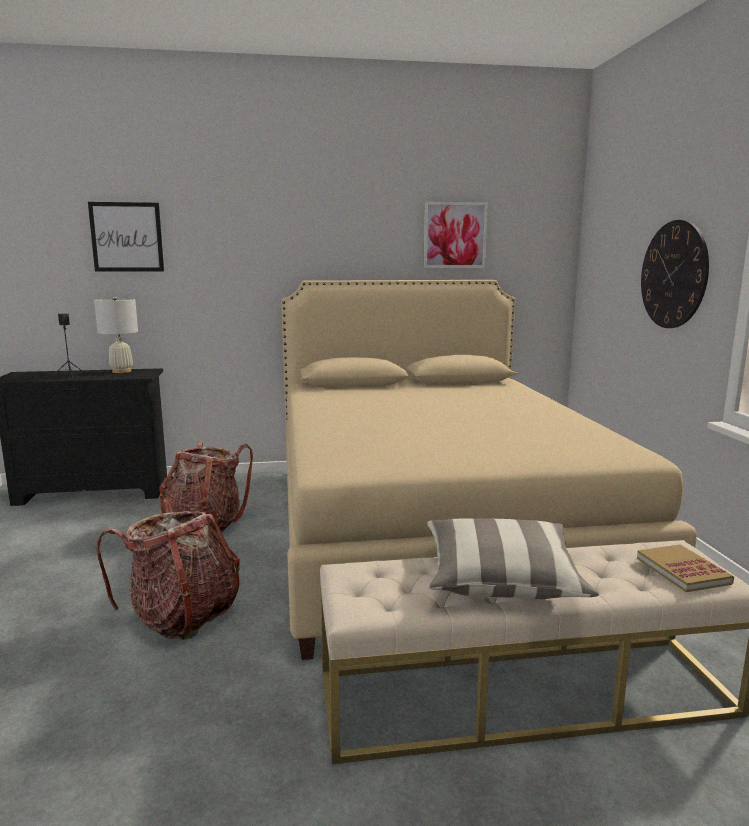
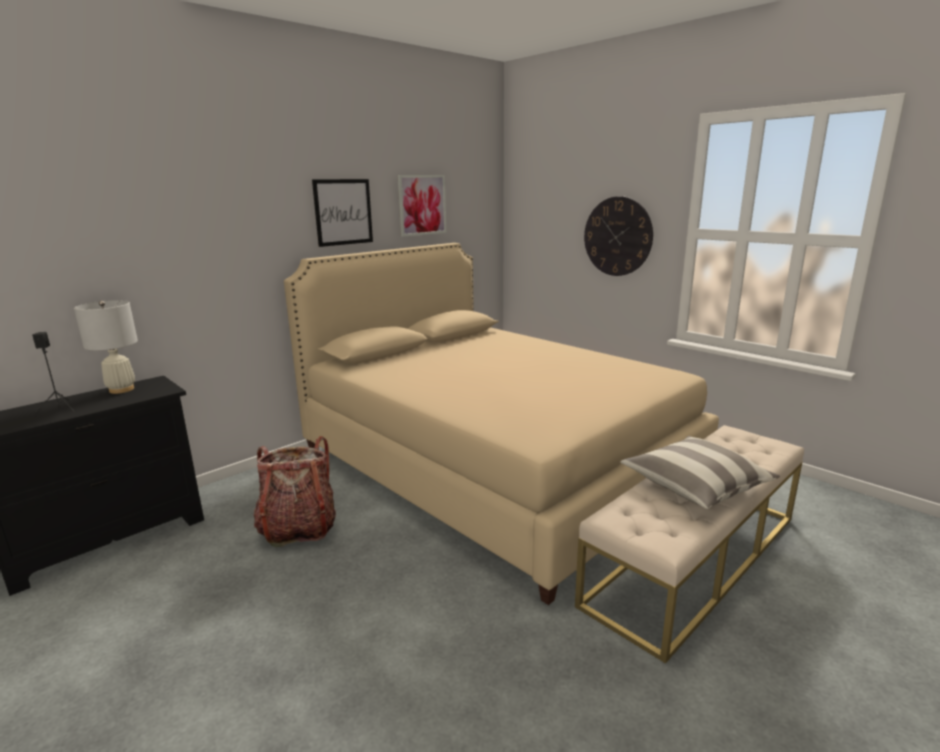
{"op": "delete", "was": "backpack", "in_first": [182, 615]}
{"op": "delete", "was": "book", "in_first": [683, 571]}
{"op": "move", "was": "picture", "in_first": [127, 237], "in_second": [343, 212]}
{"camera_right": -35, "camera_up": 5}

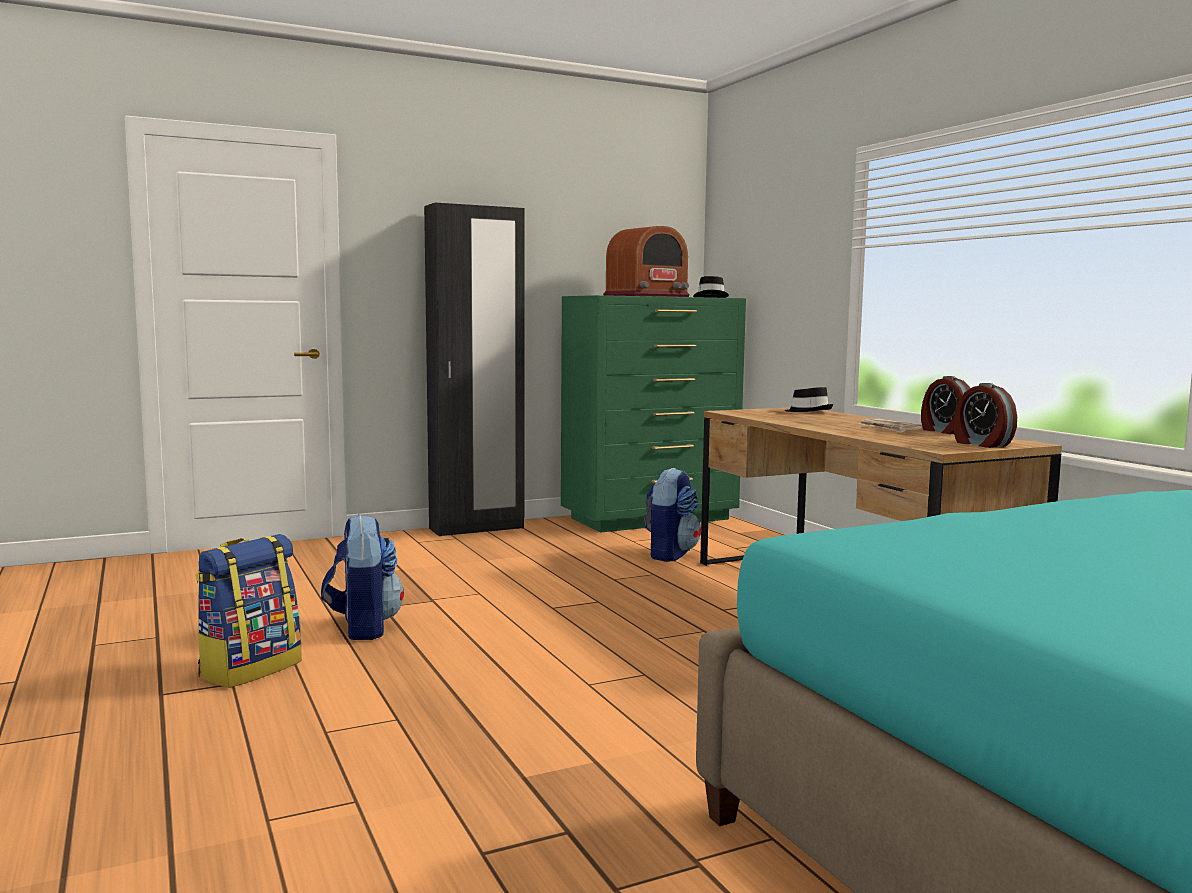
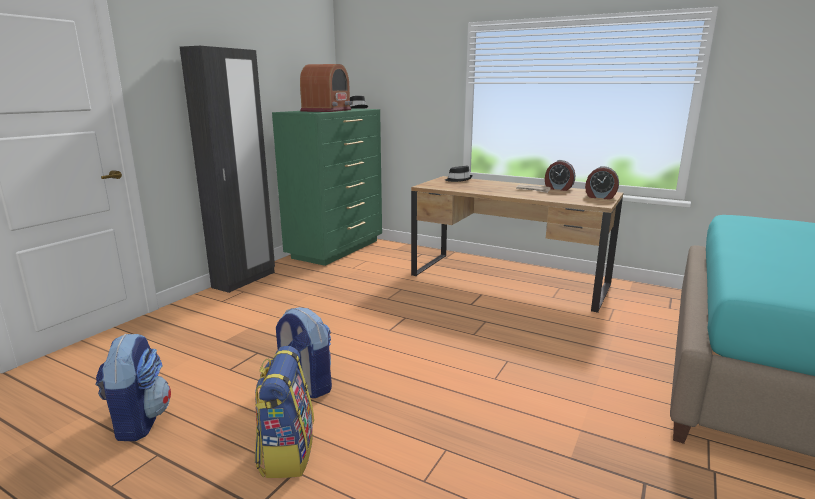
{"op": "move", "was": "backpack", "in_first": [670, 554], "in_second": [139, 421]}
{"camera_right": -35, "camera_up": 10}

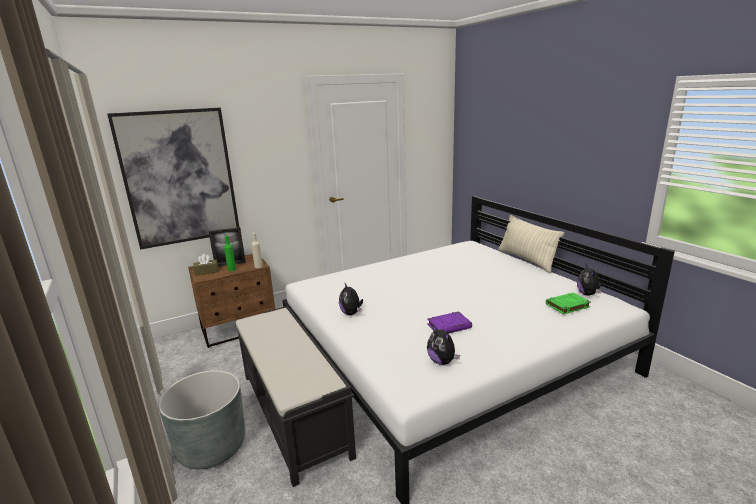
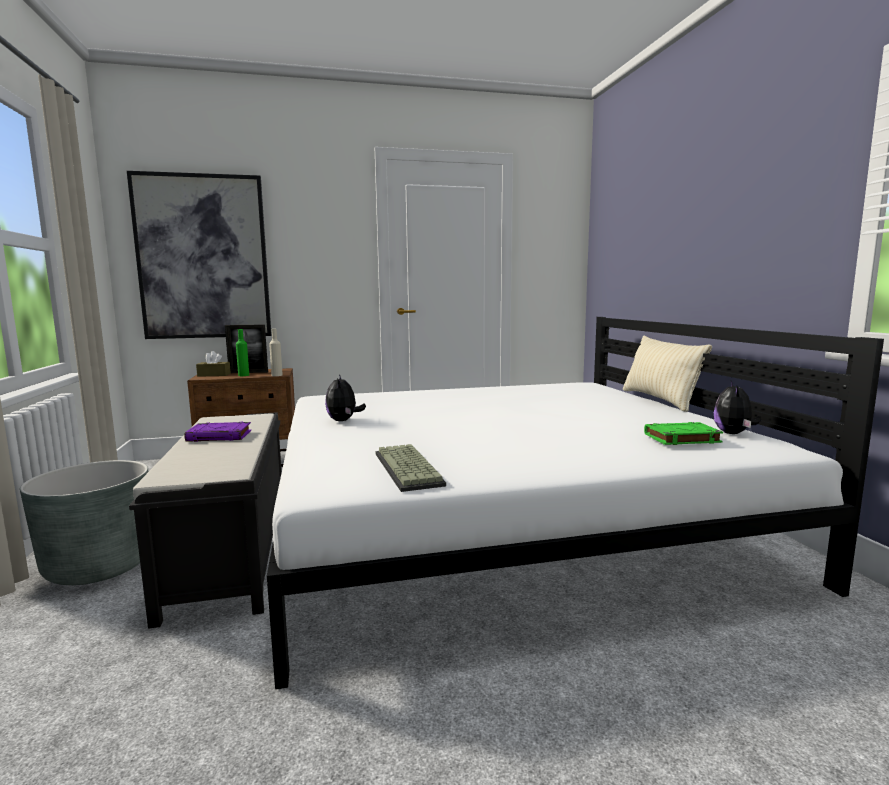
{"op": "move", "was": "book/purple", "in_first": [449, 326], "in_second": [220, 436]}
{"op": "replace", "was": "plush toy", "now": "keyboard", "in_first": [442, 361], "in_second": [410, 469]}
{"camera_right": 15, "camera_up": -10}

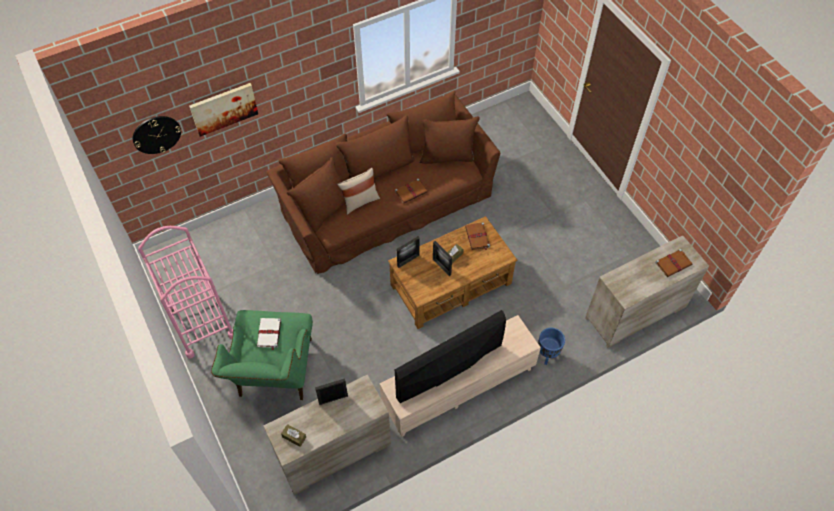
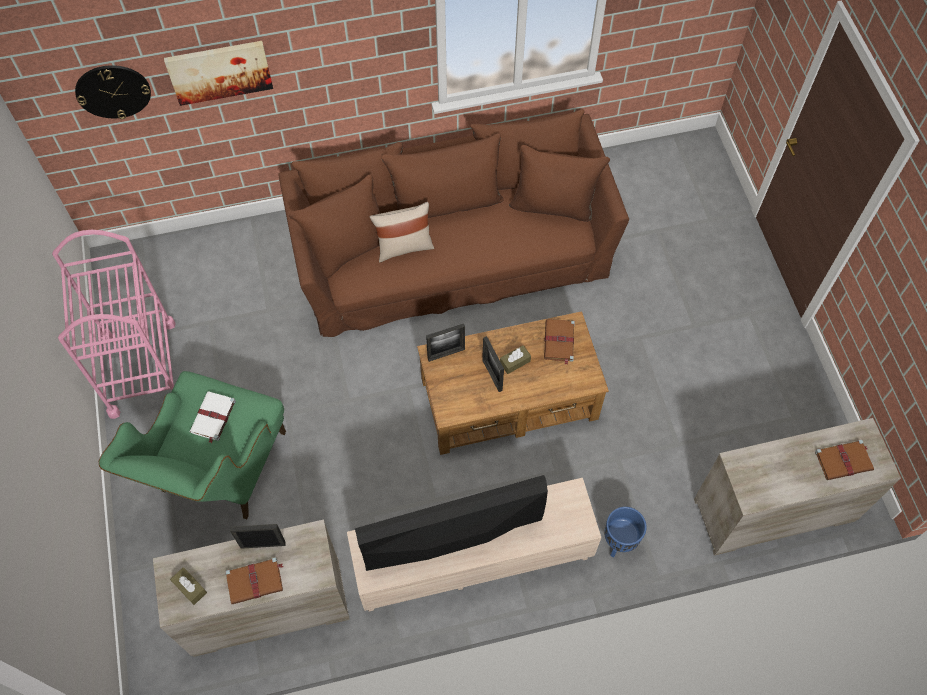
{"op": "move", "was": "book/brown", "in_first": [411, 191], "in_second": [255, 581]}
{"camera_right": 15, "camera_up": 5}

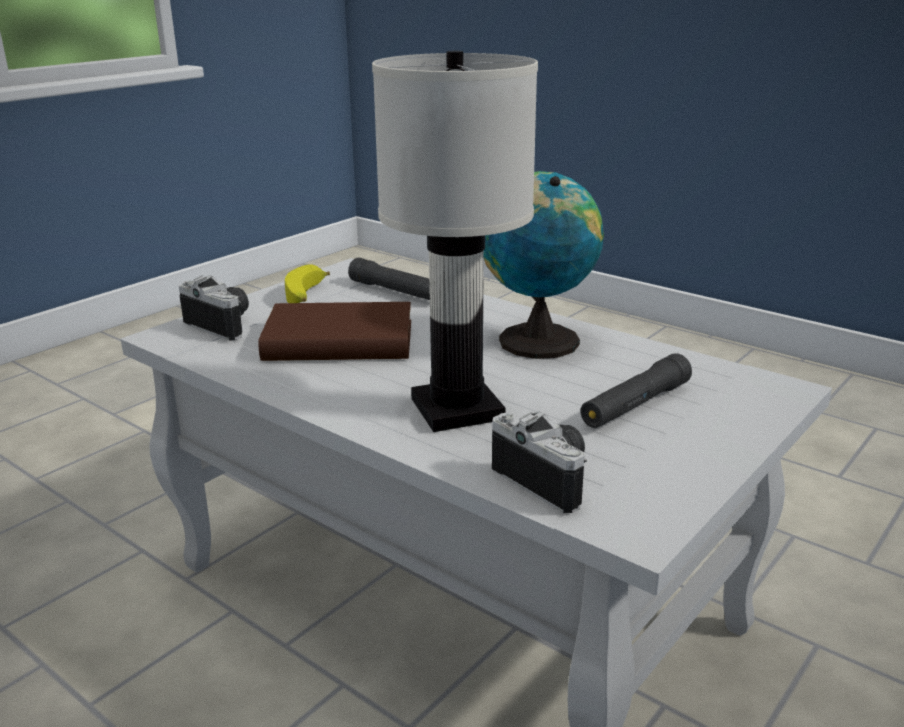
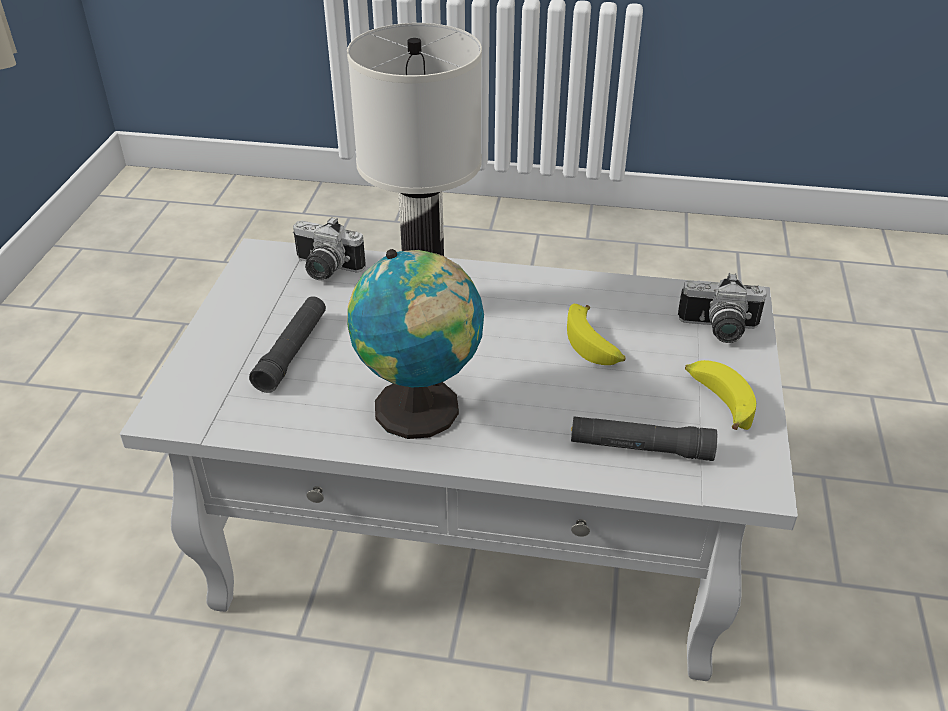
{"op": "replace", "was": "book/brown", "now": "banana", "in_first": [339, 341], "in_second": [594, 345]}
{"camera_right": 150, "camera_up": 15}

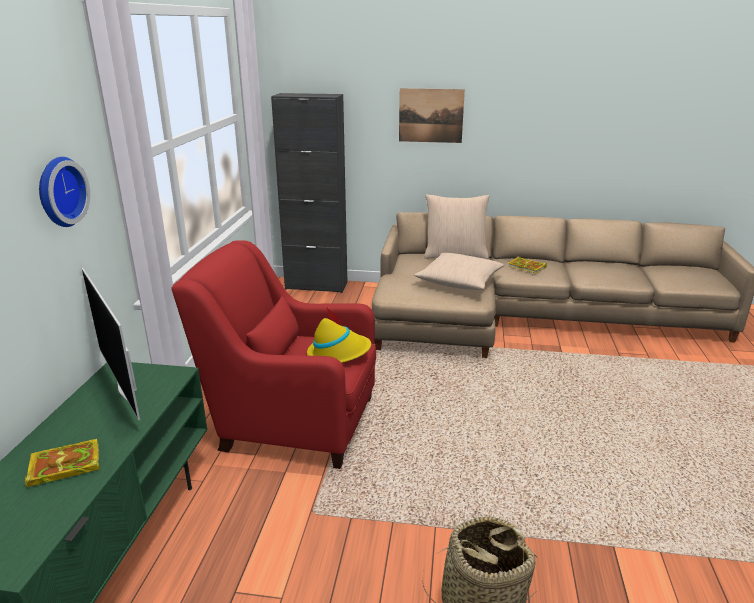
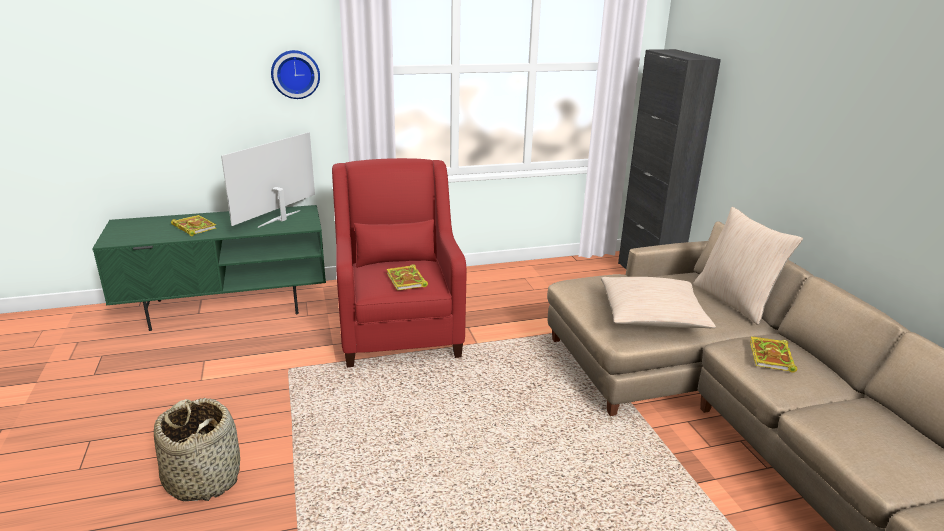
{"op": "delete", "was": "picture", "in_first": [431, 115]}
{"op": "replace", "was": "hat/yellow", "now": "book", "in_first": [338, 353], "in_second": [407, 280]}
{"camera_right": 65, "camera_up": 0}

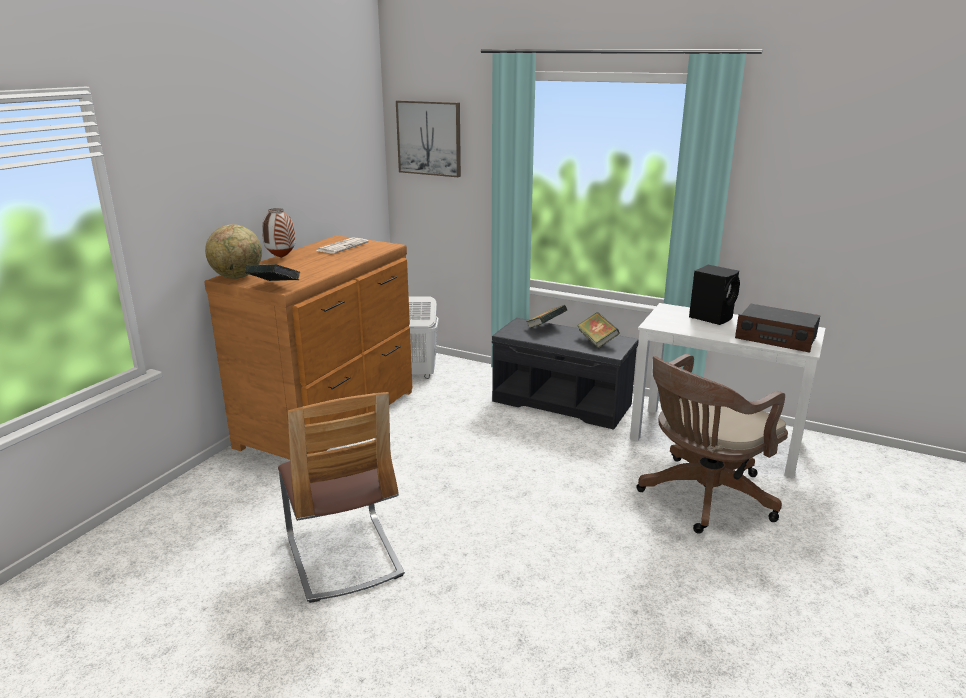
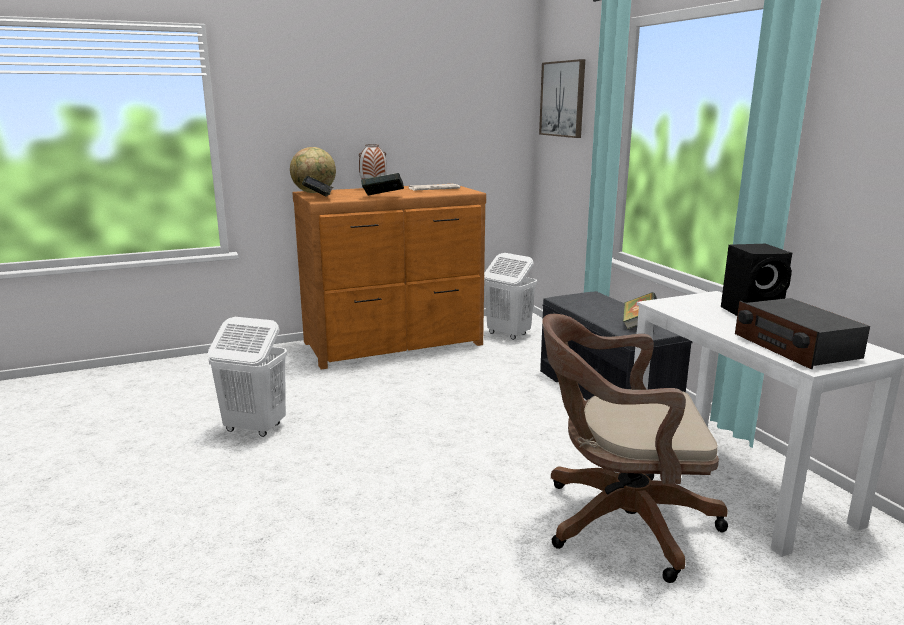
{"op": "move", "was": "book", "in_first": [546, 327], "in_second": [383, 197]}
{"op": "replace", "was": "chair", "now": "laundry basket/white", "in_first": [343, 556], "in_second": [254, 428]}
{"camera_right": 40, "camera_up": -5}

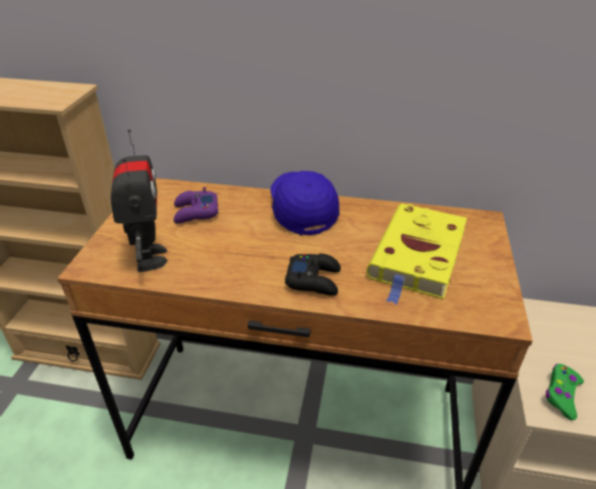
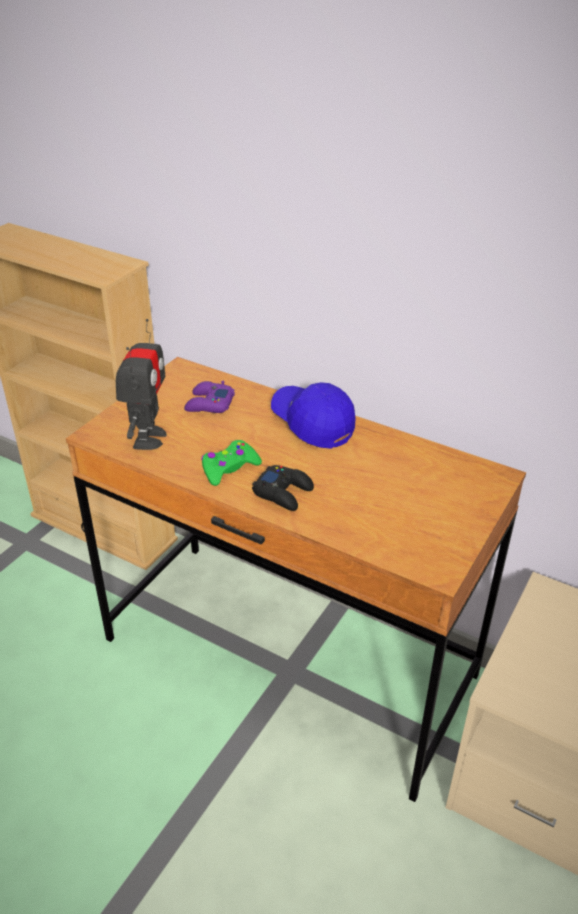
{"op": "delete", "was": "book/yellow", "in_first": [417, 257]}
{"op": "move", "was": "game controller/green", "in_first": [562, 394], "in_second": [229, 468]}
{"op": "rotate", "was": "cap/blue", "in_first": [302, 210], "in_second": [312, 424], "clockwise": -45}
{"camera_right": 20, "camera_up": 0}

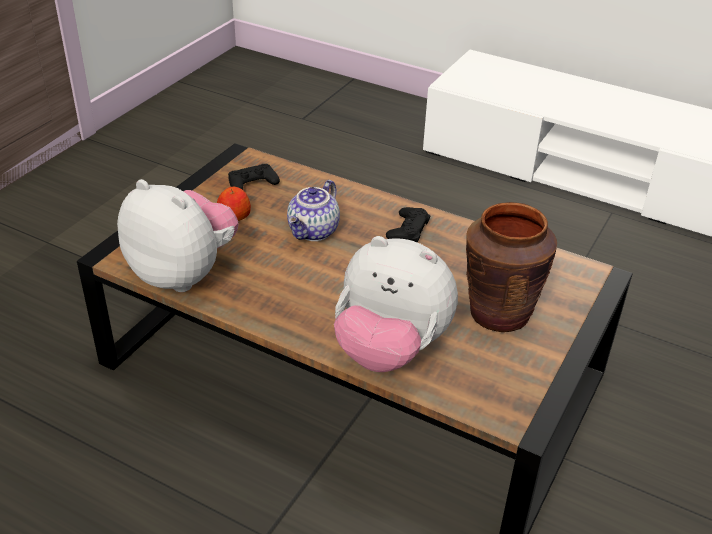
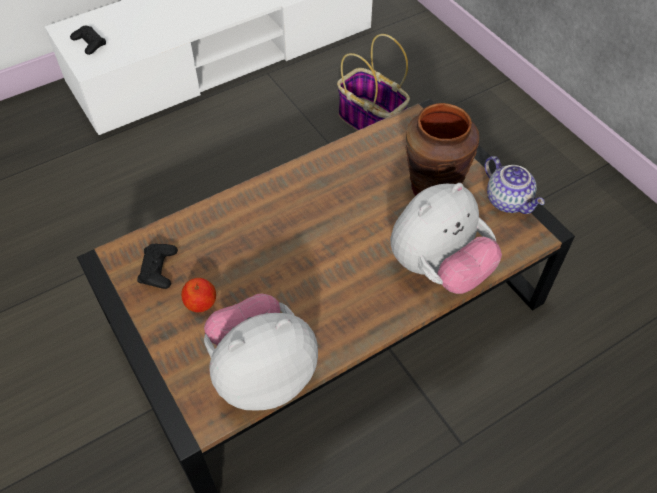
{"op": "insert", "now": "basket", "in_second": [372, 122]}
{"op": "move", "was": "teapot", "in_first": [314, 232], "in_second": [509, 201]}
{"op": "move", "was": "game controller/black", "in_first": [408, 230], "in_second": [89, 43]}
{"camera_right": -60, "camera_up": 15}

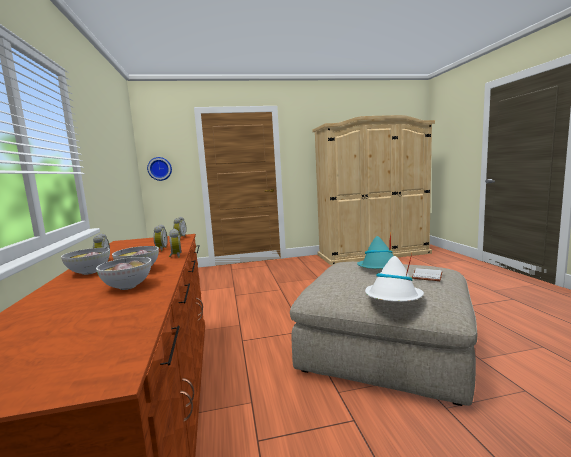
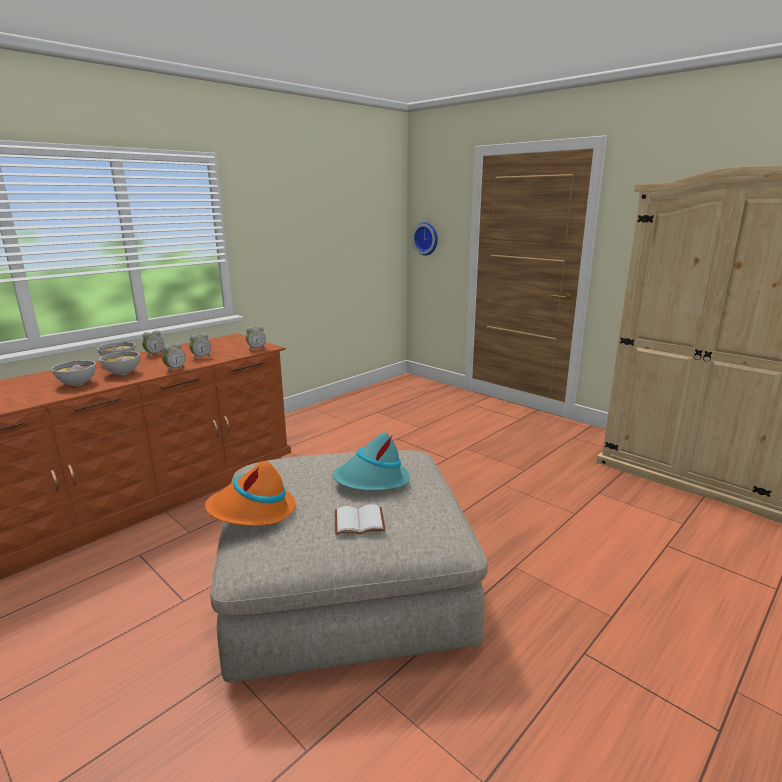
{"op": "recolor", "was": "hat/white", "now": "hat/orange", "in_first": [393, 297], "in_second": [252, 511]}
{"camera_right": 55, "camera_up": 10}

